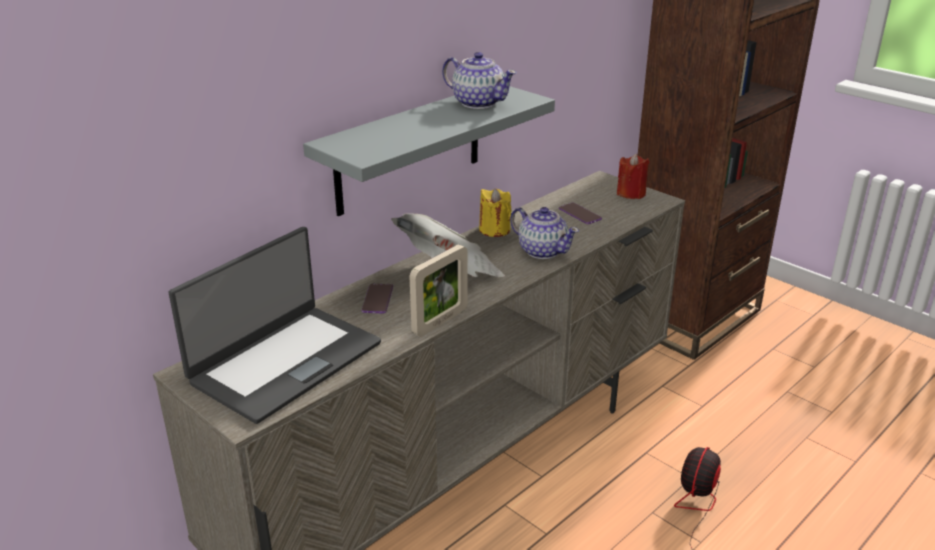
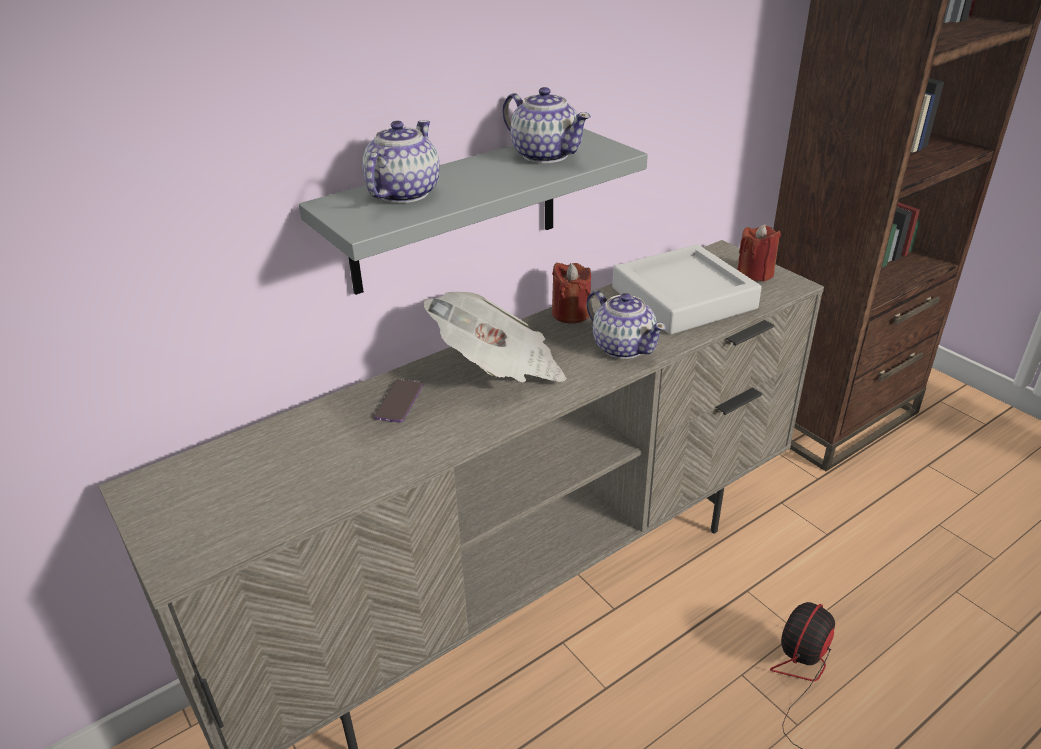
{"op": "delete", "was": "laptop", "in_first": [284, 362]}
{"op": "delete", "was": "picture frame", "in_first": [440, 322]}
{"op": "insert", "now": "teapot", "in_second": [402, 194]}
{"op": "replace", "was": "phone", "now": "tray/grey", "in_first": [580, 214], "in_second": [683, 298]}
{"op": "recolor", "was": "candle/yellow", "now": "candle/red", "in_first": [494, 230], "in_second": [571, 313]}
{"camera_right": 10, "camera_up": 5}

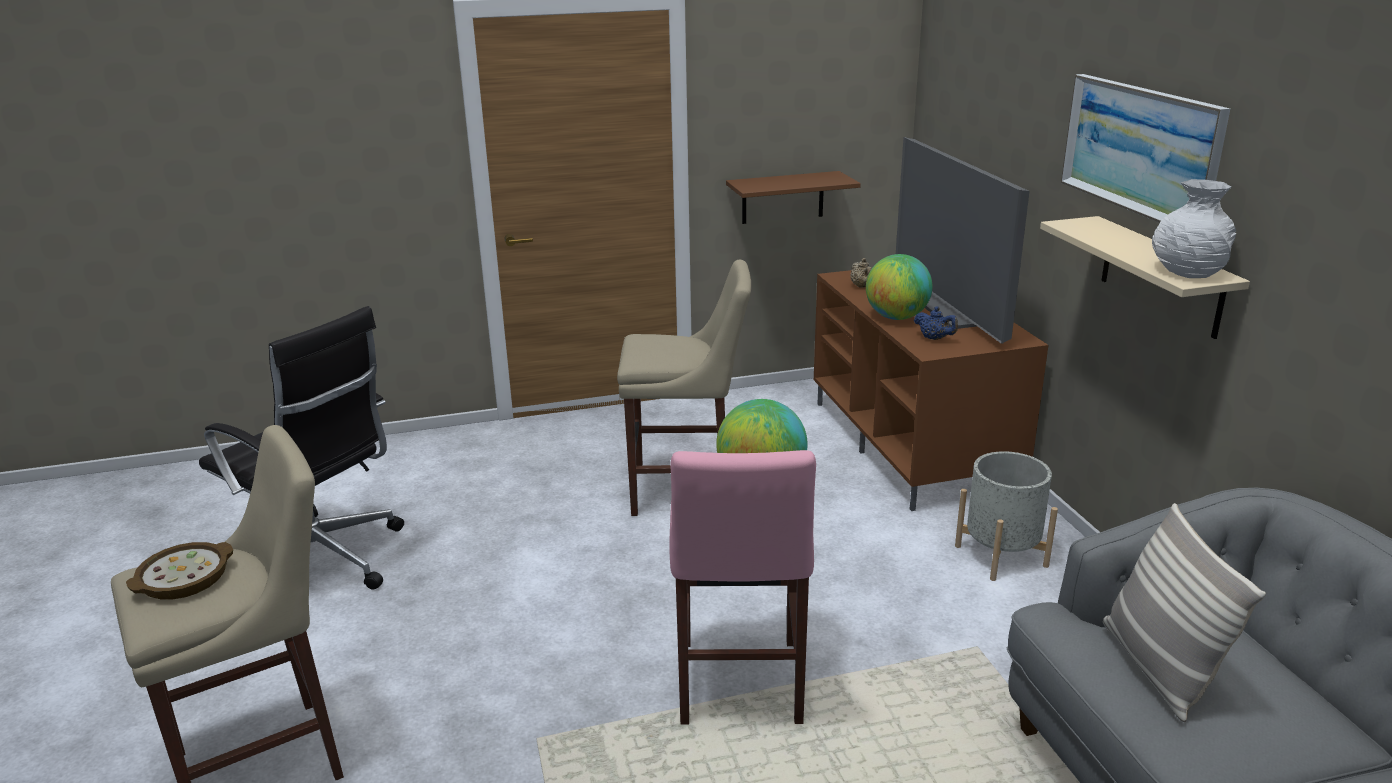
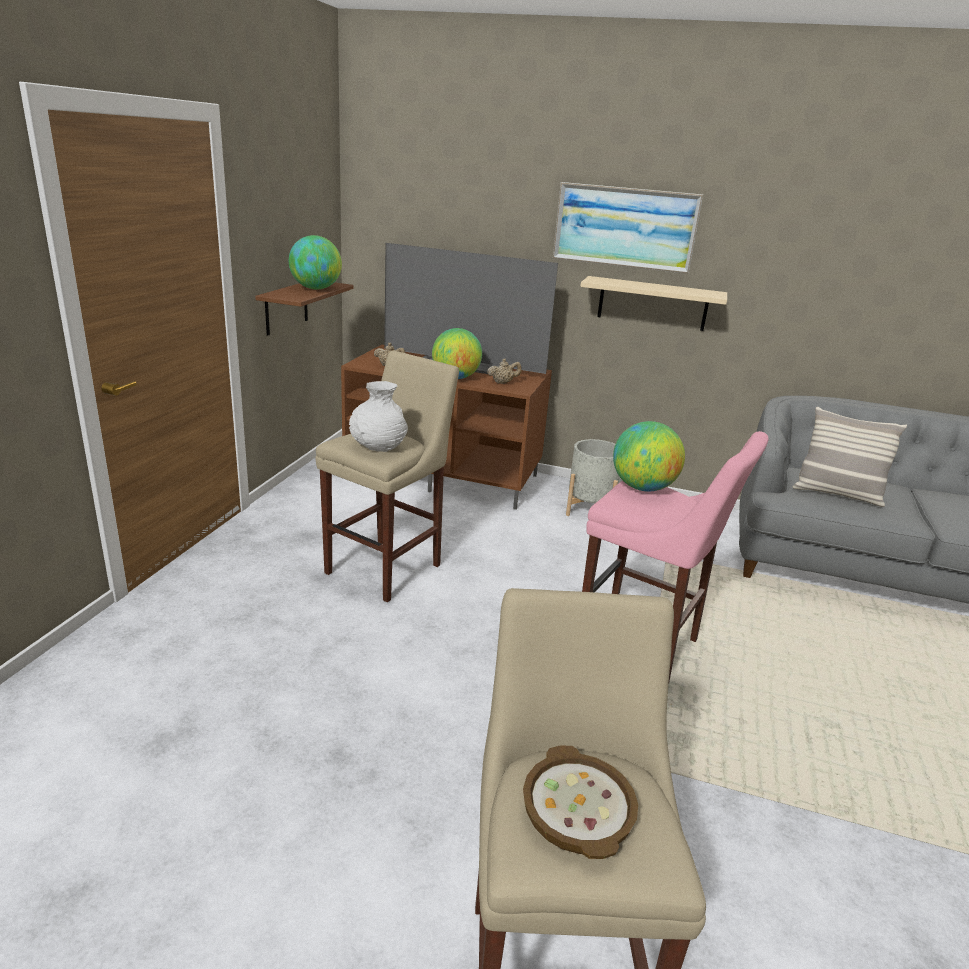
{"op": "delete", "was": "office chair/black", "in_first": [320, 562]}
{"op": "insert", "now": "globe", "in_second": [316, 289]}
{"op": "move", "was": "vase/white", "in_first": [1186, 271], "in_second": [378, 447]}
{"op": "recolor", "was": "teapot/blue", "now": "teapot/beige", "in_first": [934, 338], "in_second": [503, 383]}
{"camera_right": -60, "camera_up": 0}

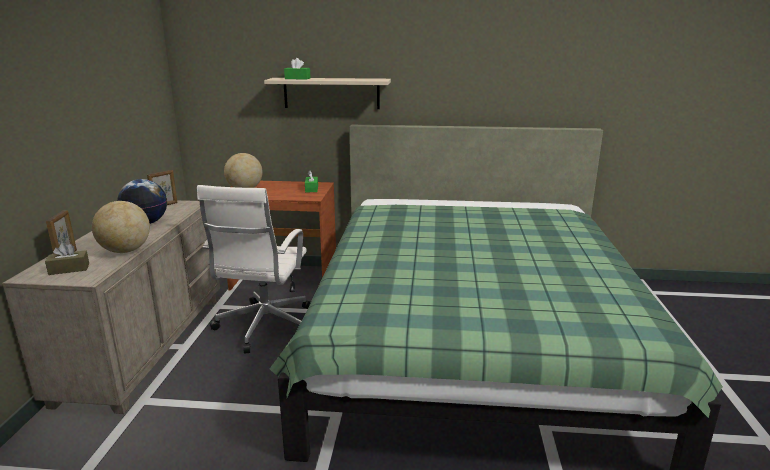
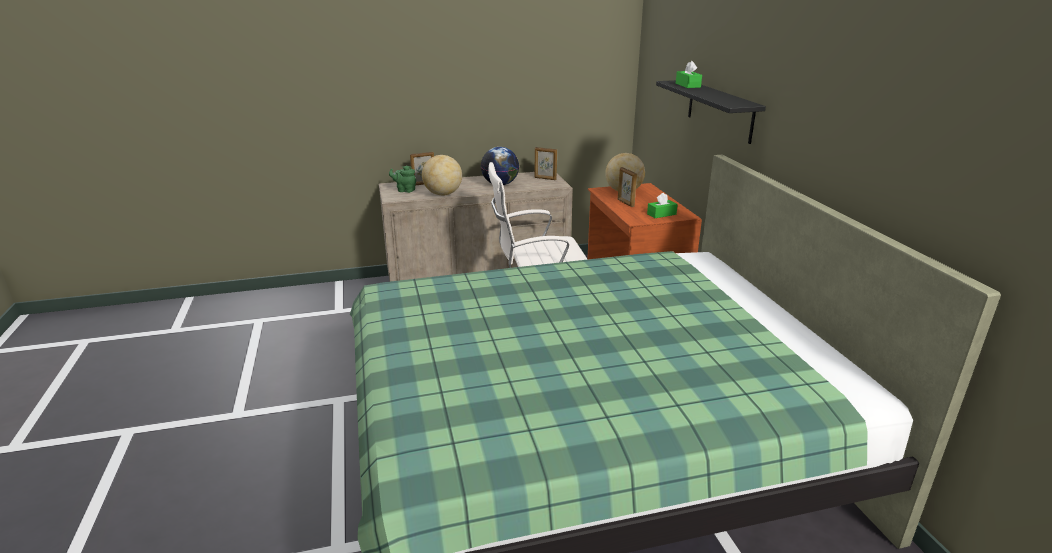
{"op": "insert", "now": "picture frame", "in_second": [625, 203]}
{"op": "replace", "was": "tissue box/brown", "now": "teapot/green", "in_first": [69, 269], "in_second": [405, 190]}
{"op": "recolor", "was": "shelf/beige", "now": "shelf/black", "in_first": [331, 93], "in_second": [719, 110]}
{"camera_right": 70, "camera_up": 5}

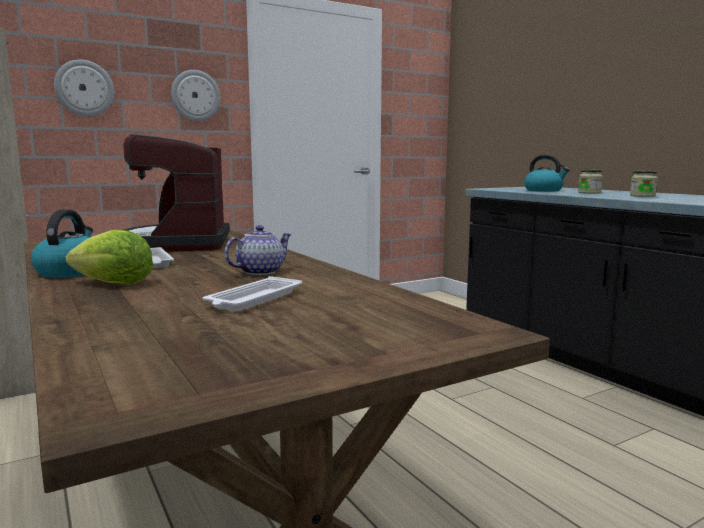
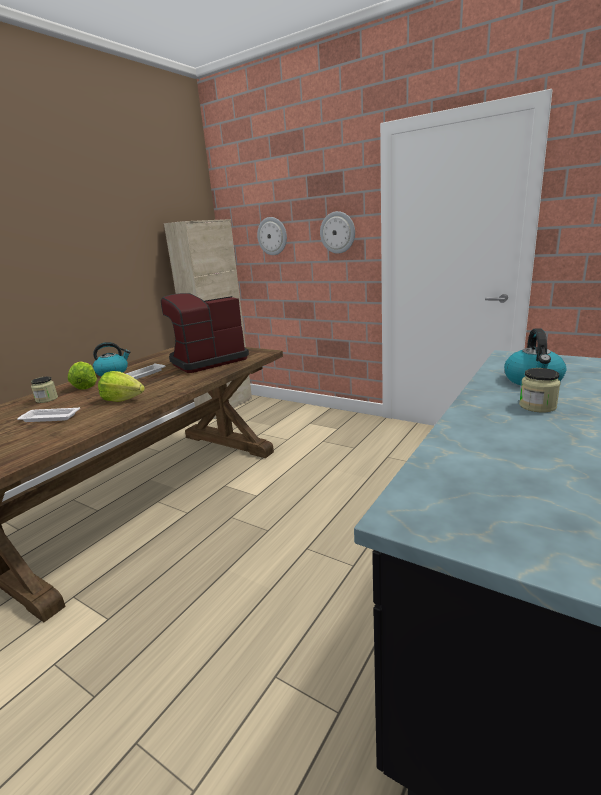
{"op": "move", "was": "jar", "in_first": [642, 196], "in_second": [47, 399]}
{"op": "replace", "was": "teapot", "now": "lettuce", "in_first": [260, 272], "in_second": [123, 399]}
{"camera_right": 65, "camera_up": 10}

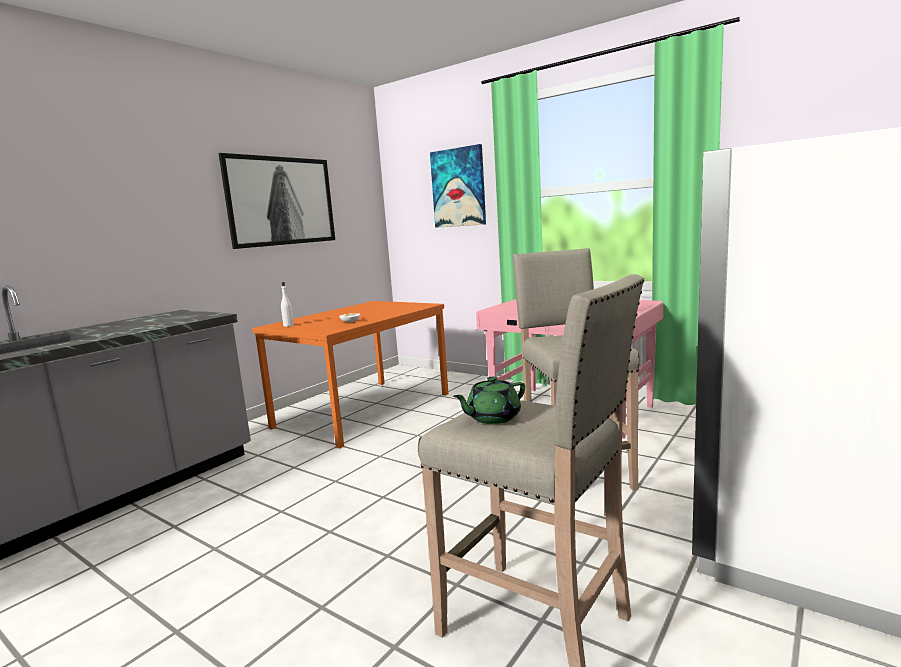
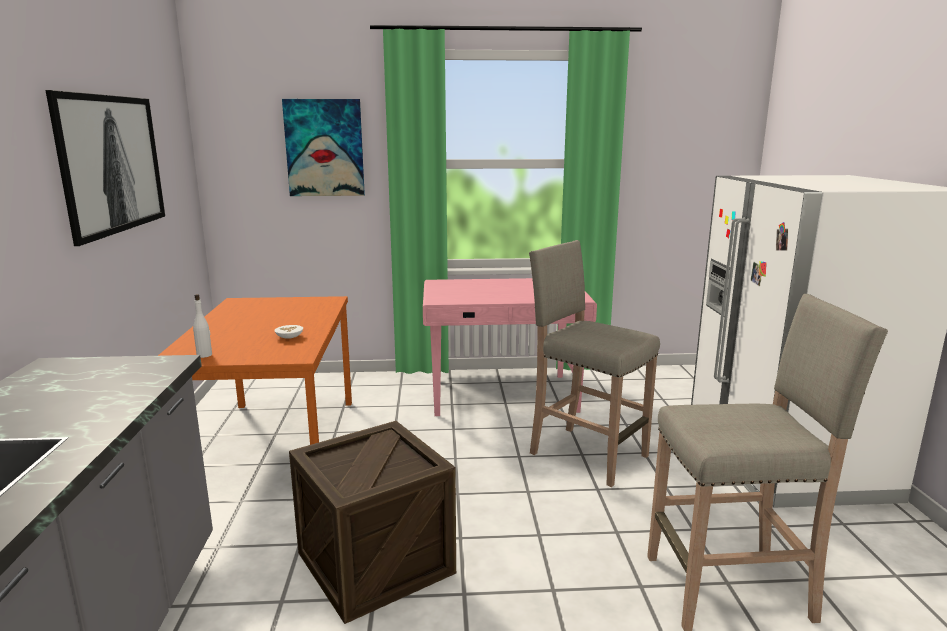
{"op": "delete", "was": "teapot/green", "in_first": [492, 418]}
{"op": "insert", "now": "crate", "in_second": [375, 563]}
{"camera_right": -40, "camera_up": 5}

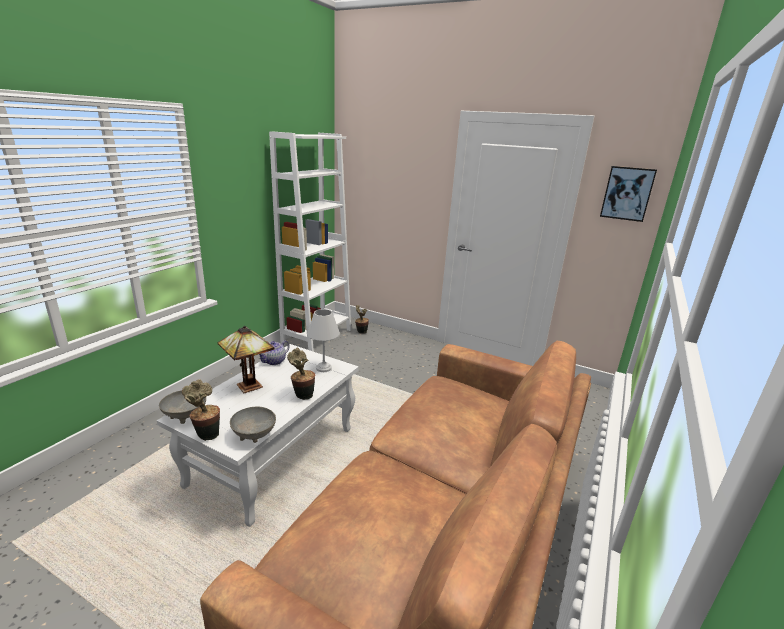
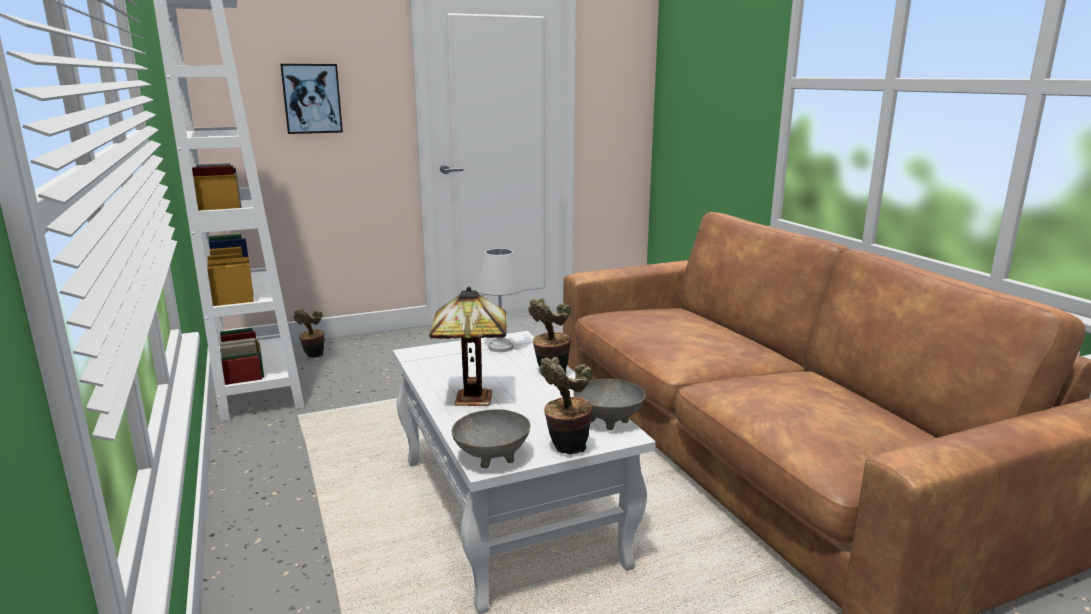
{"op": "delete", "was": "teapot", "in_first": [274, 361]}
{"op": "move", "was": "picture", "in_first": [627, 193], "in_second": [312, 98]}
{"camera_right": -50, "camera_up": -5}

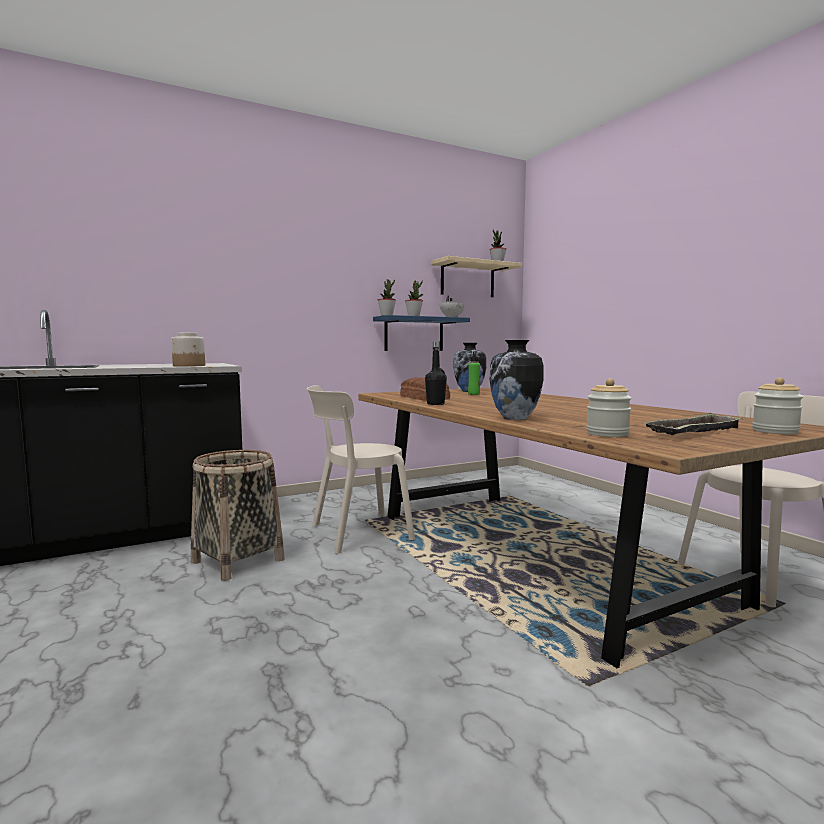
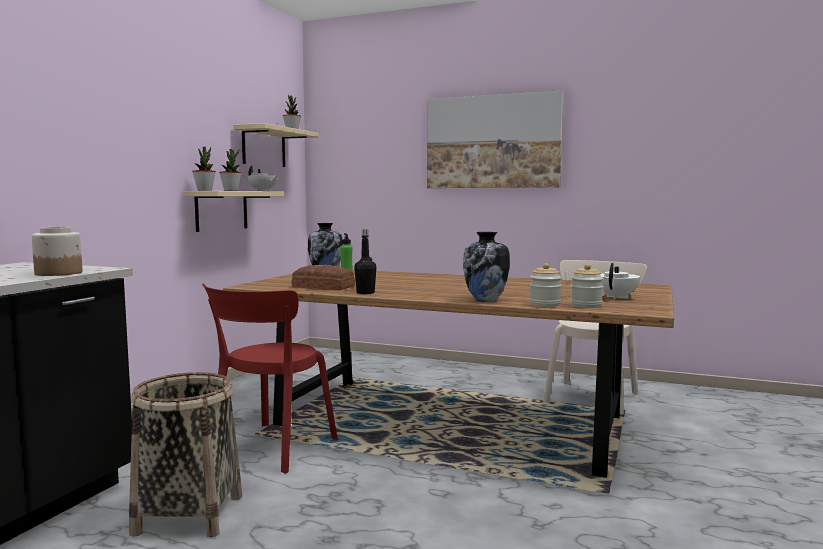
{"op": "insert", "now": "picture", "in_second": [493, 142]}
{"op": "move", "was": "jar", "in_first": [775, 431], "in_second": [545, 304]}
{"op": "replace", "was": "tray", "now": "teapot/white", "in_first": [695, 432], "in_second": [617, 297]}
{"op": "recolor", "was": "chair/beige", "now": "chair/red", "in_first": [356, 533], "in_second": [269, 449]}
{"op": "recolor", "was": "shelf/blue", "now": "shelf/beige", "in_first": [414, 334], "in_second": [221, 210]}
{"camera_right": -40, "camera_up": 0}

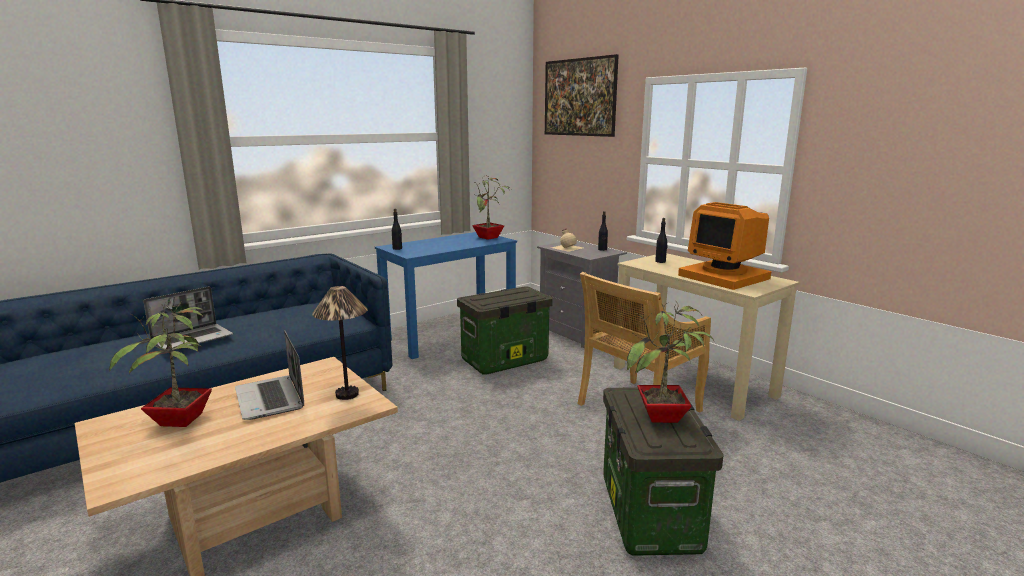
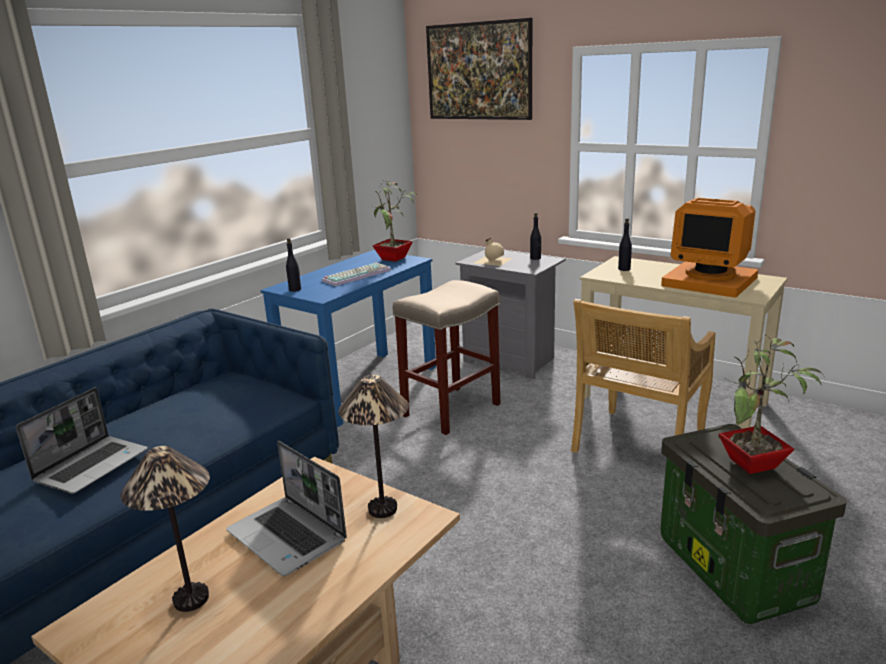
{"op": "insert", "now": "keyboard", "in_second": [357, 275]}
{"op": "replace", "was": "potted plant", "now": "table lamp", "in_first": [179, 421], "in_second": [192, 598]}
{"op": "replace", "was": "storage box", "now": "stool/beige", "in_first": [504, 361], "in_second": [451, 410]}
{"camera_right": -15, "camera_up": 5}

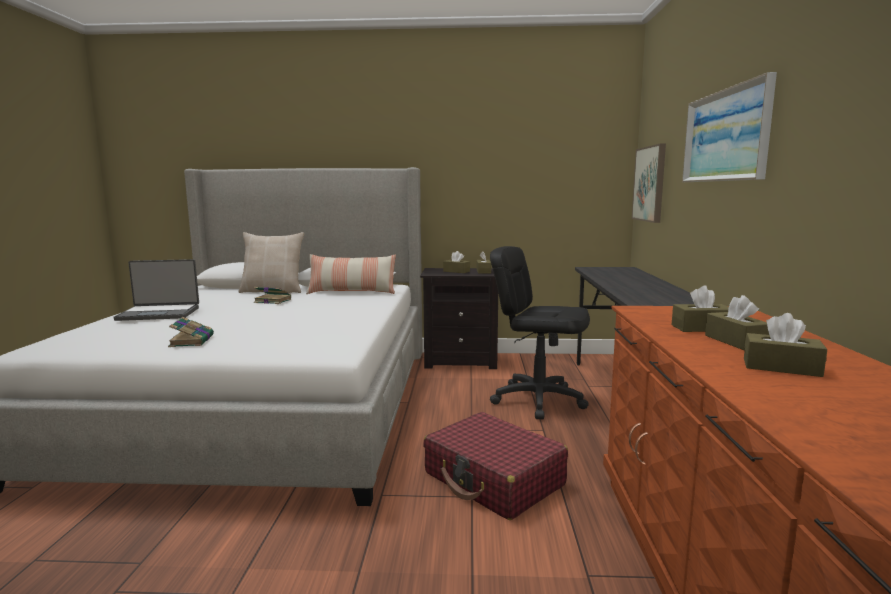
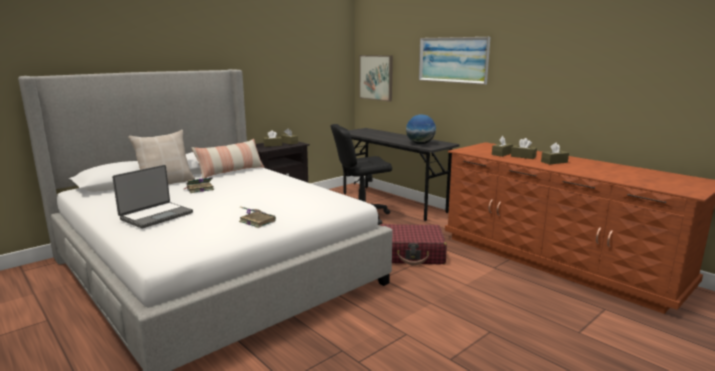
{"op": "insert", "now": "globe", "in_second": [420, 144]}
{"camera_right": -45, "camera_up": 5}

